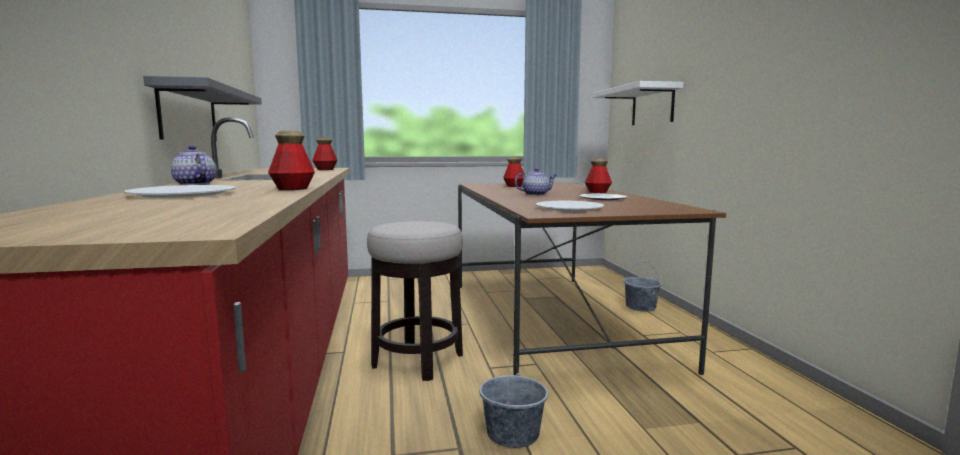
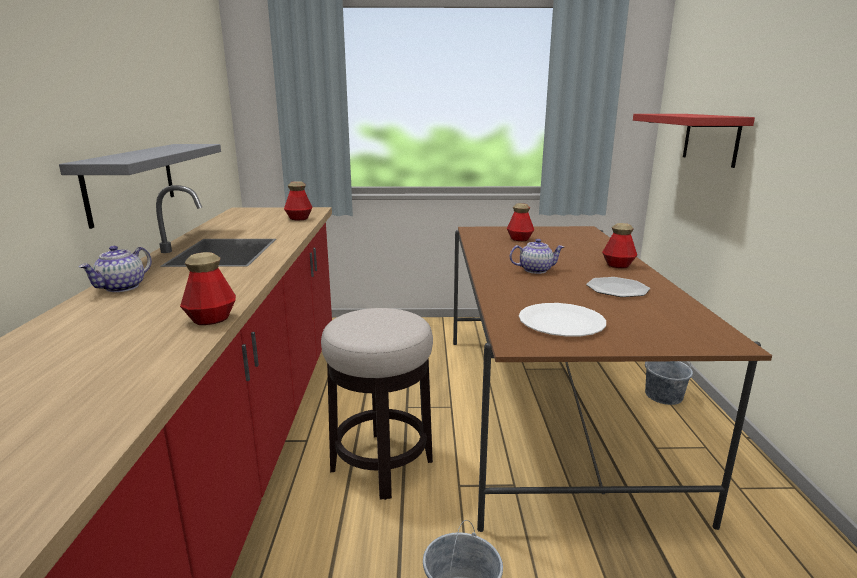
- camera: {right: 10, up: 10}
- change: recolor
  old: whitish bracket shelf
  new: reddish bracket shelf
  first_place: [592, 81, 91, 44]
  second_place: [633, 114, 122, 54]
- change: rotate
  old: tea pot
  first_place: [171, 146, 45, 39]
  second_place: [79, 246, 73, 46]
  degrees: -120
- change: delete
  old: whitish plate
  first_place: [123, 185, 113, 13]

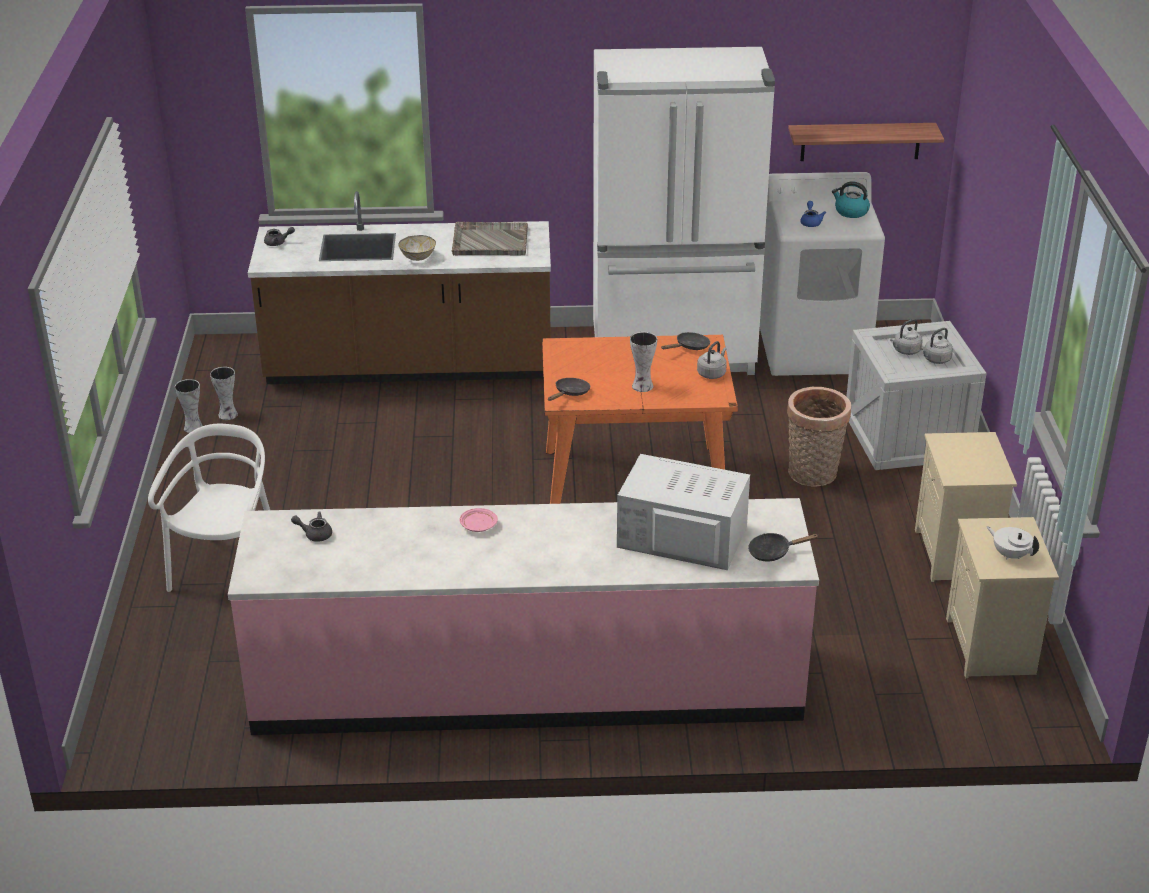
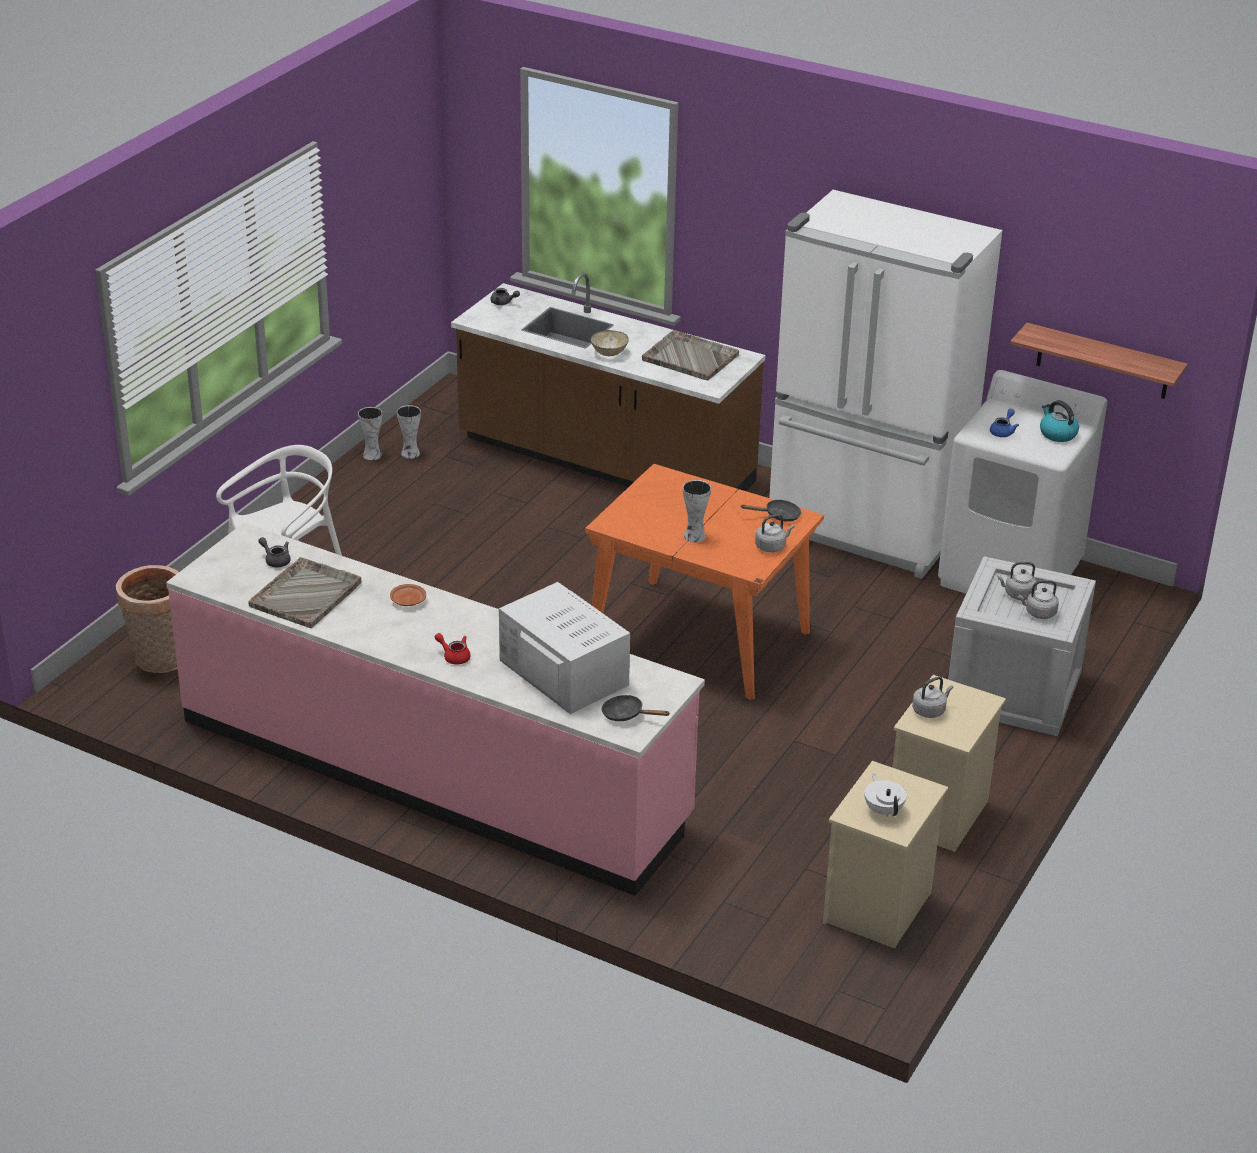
- camera: {right: 30, up: 0}
- change: delete
  old: black frying pan
  first_place: [548, 378, 42, 23]
- change: move
  old: basket
  first_place: [787, 387, 64, 100]
  second_place: [116, 565, 63, 108]
- change: recolor
  old: pink plate
  new: brown plate
  first_place: [459, 508, 39, 24]
  second_place: [390, 584, 36, 22]
- change: insert
  new: gray tray
  second_place: [248, 557, 114, 71]
- change: insert
  new: reddish tea pot
  second_place: [435, 633, 36, 32]
- change: insert
  new: gray kettle
  second_place: [912, 677, 41, 41]

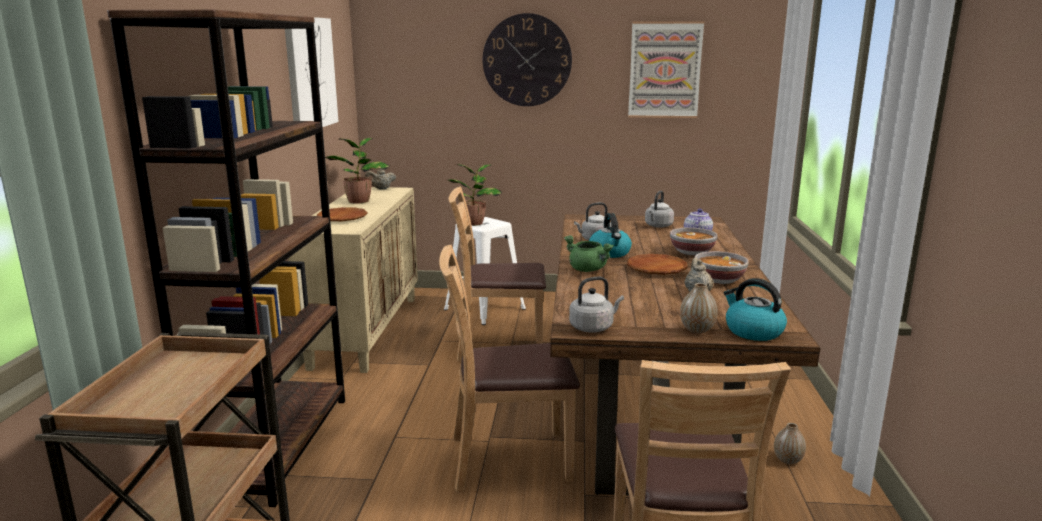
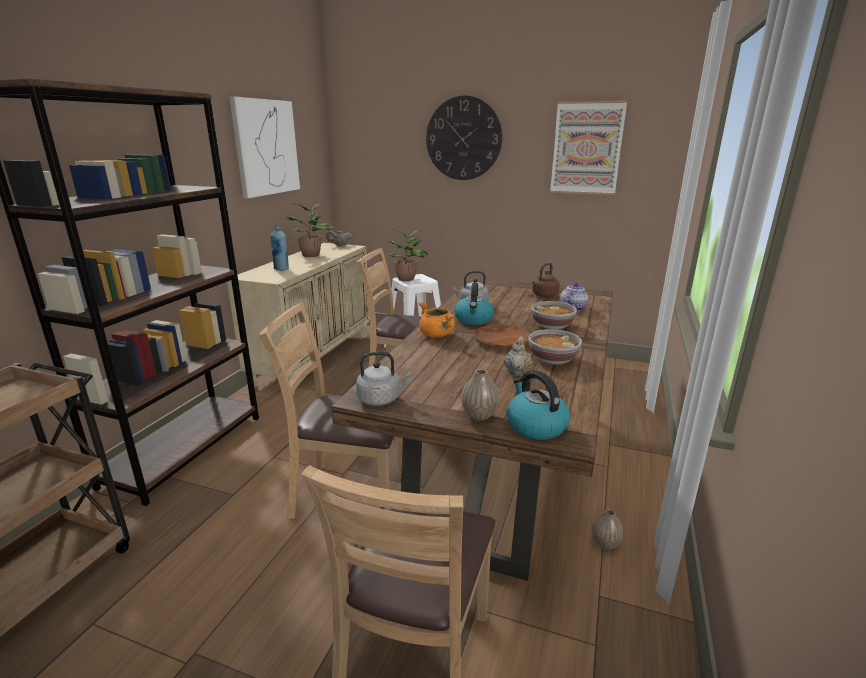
- camera: {right: 15, up: 5}
- change: recolor
  old: gray kettle
  new: brown kettle
  first_place: [645, 191, 29, 37]
  second_place: [532, 263, 28, 34]
- change: replace
  old: brown plate
  new: bluish beverage bottle
  first_place: [317, 207, 51, 14]
  second_place: [270, 225, 19, 46]
- change: recolor
  old: greenish saucepot
  new: orange-coloured saucepot
  first_place: [564, 235, 50, 37]
  second_place: [418, 302, 37, 35]

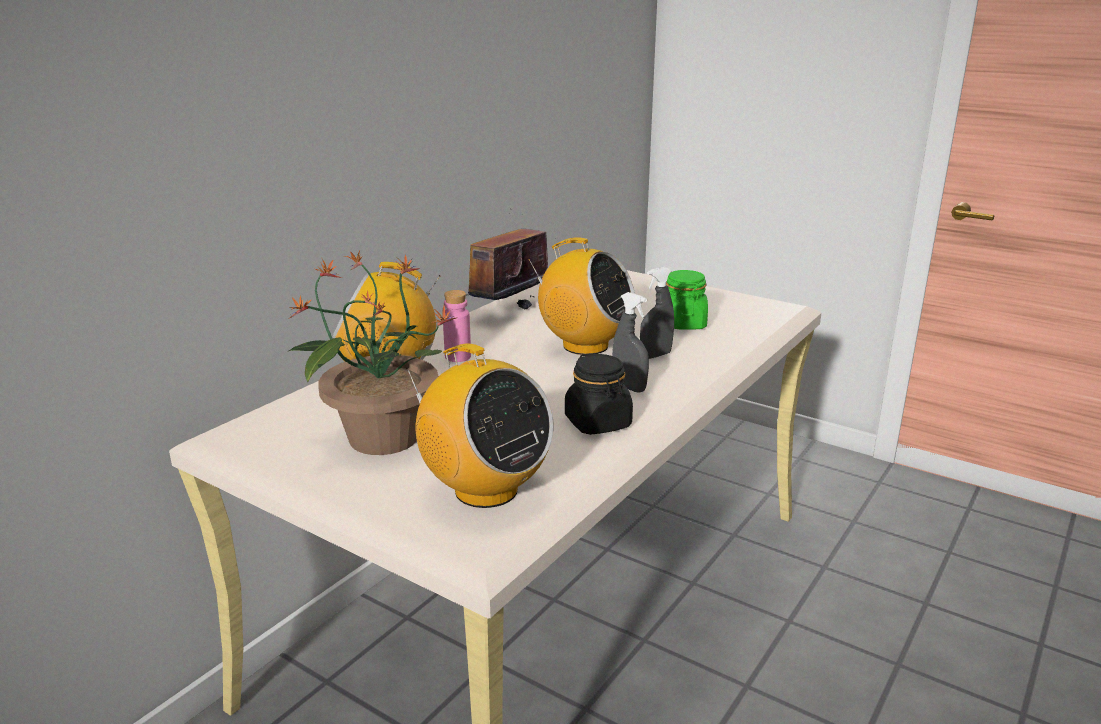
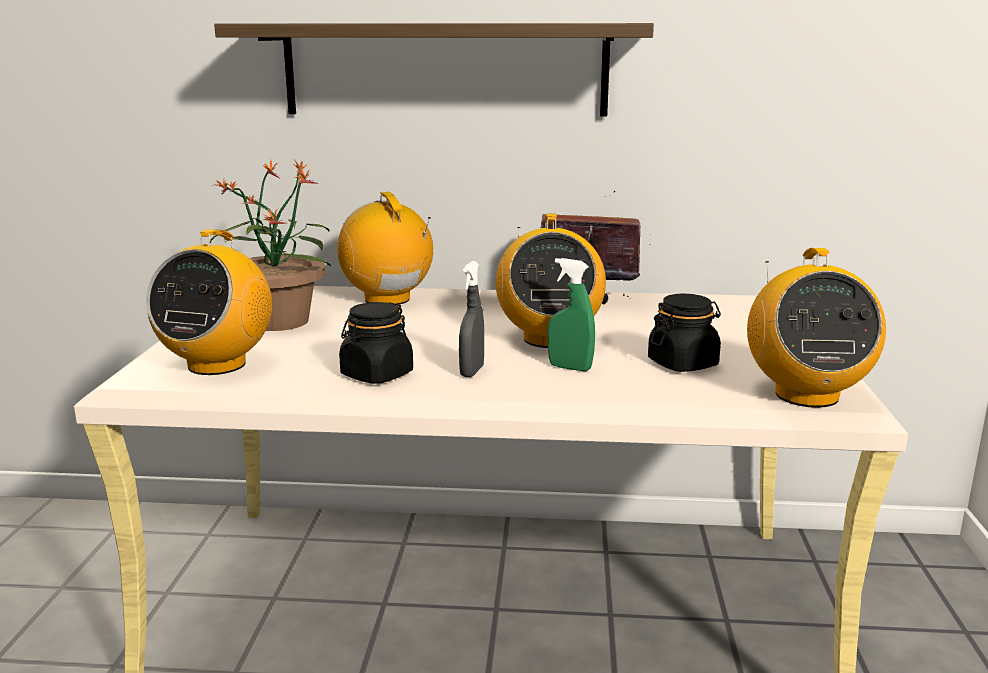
- camera: {right: 60, up: -5}
- change: recolor
  old: gray hand sprayer
  new: greenish hand sprayer
  first_place: [640, 267, 34, 92]
  second_place: [548, 258, 47, 113]
- change: recolor
  old: greenish preserve jar
  new: black preserve jar
  first_place: [666, 270, 42, 60]
  second_place: [648, 294, 73, 78]
- change: delete
  old: pink beverage bottle
  first_place: [443, 290, 28, 72]
- change: insert
  new: bracket shelf
  second_place: [214, 23, 440, 94]
- change: insert
  new: radio receiver
  second_place: [747, 248, 139, 160]

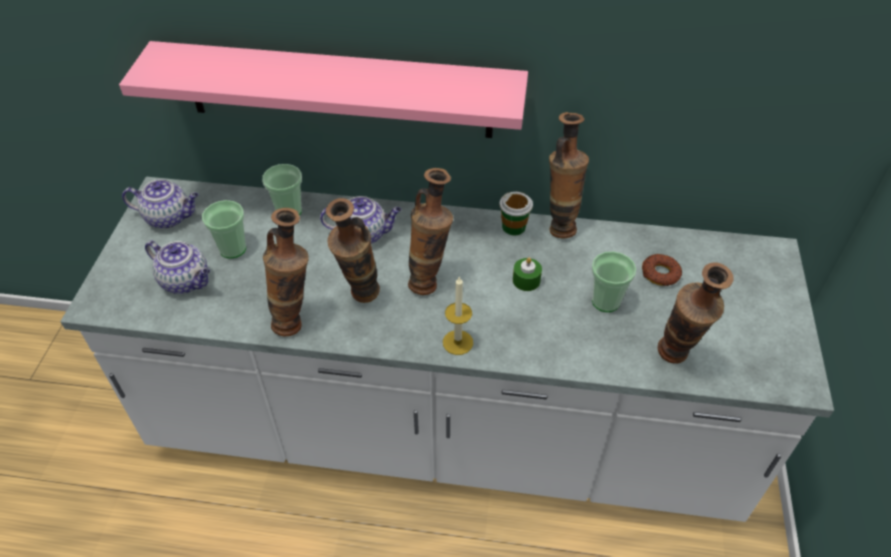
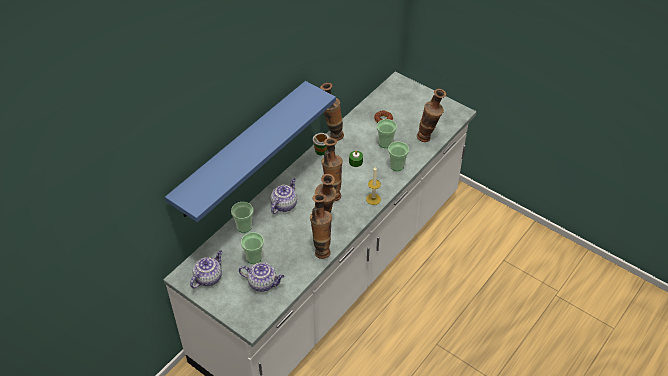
- camera: {right: -60, up: 0}
- change: recolor
  old: pink bracket shelf
  new: bluish bracket shelf
  first_place: [119, 41, 409, 97]
  second_place: [165, 81, 171, 141]
- change: rotate
  old: tea pot
  first_place: [145, 240, 65, 54]
  second_place: [239, 262, 45, 30]
  degrees: 45
- change: insert
  new: cup
  second_place: [388, 141, 21, 30]

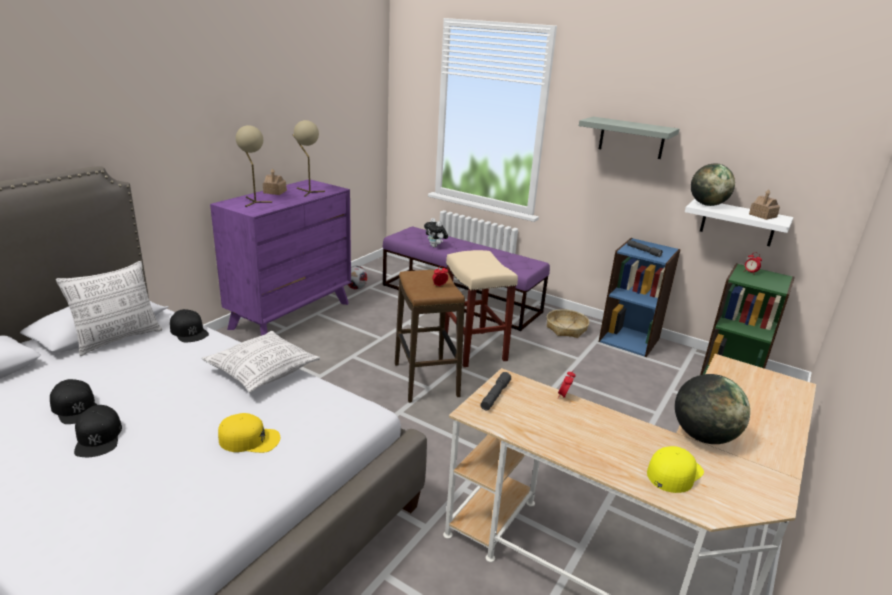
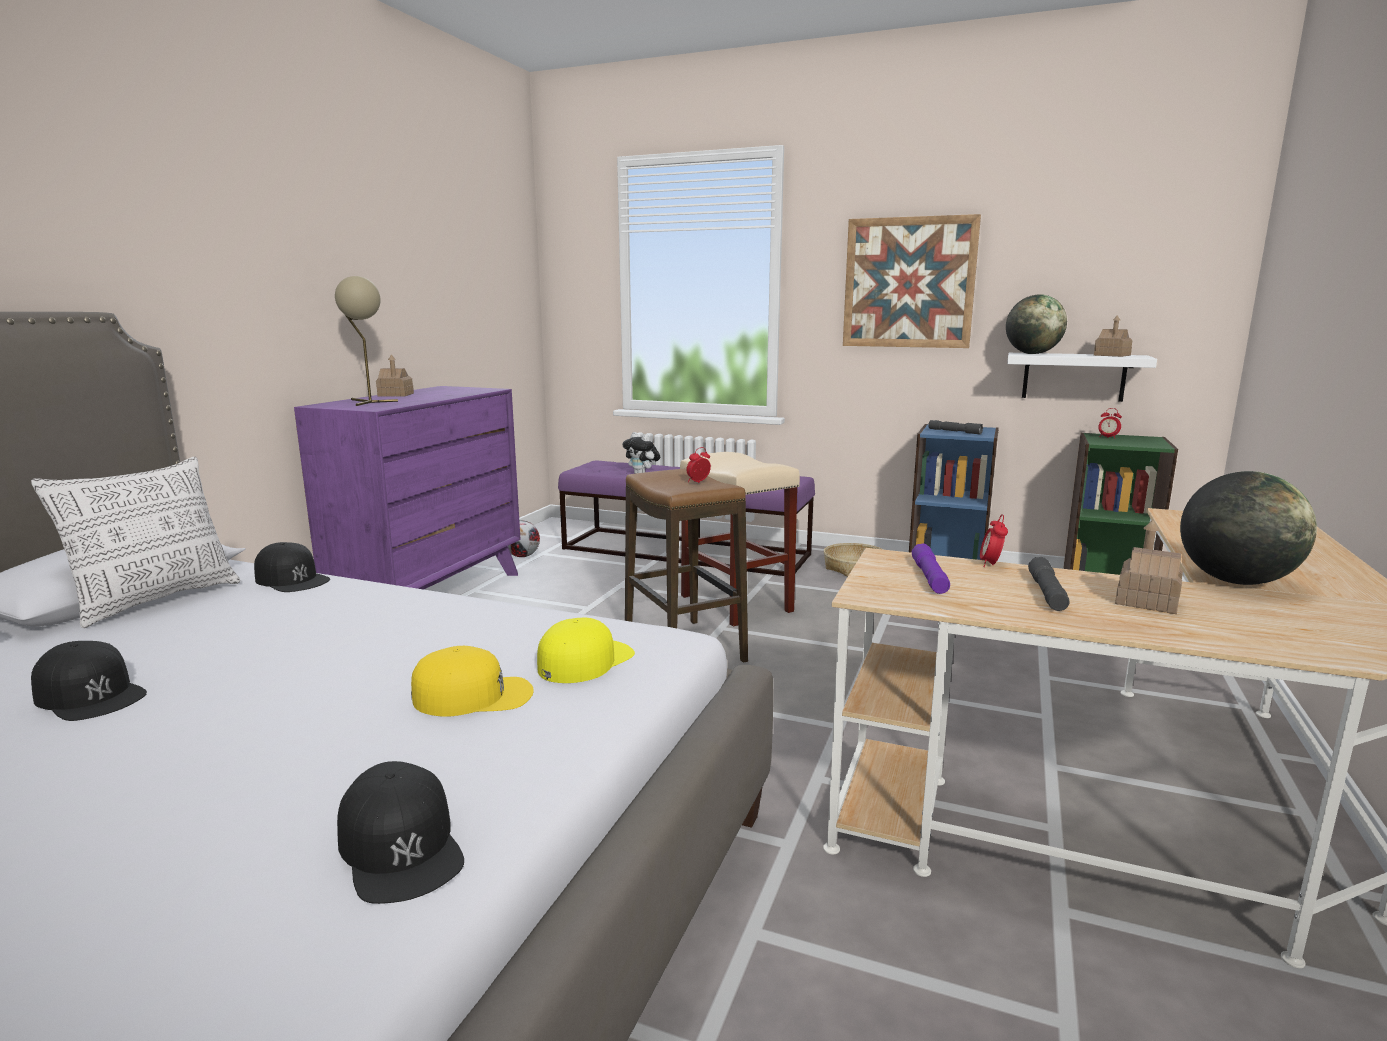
- camera: {right: -10, up: -10}
- change: replace
  old: gray bracket shelf
  new: wall art
  first_place: [579, 117, 100, 42]
  second_place: [843, 214, 138, 134]
- change: delete
  old: sand-coloured table lamp
  first_place: [293, 120, 32, 77]
- change: delete
  old: cushion
  first_place: [202, 331, 118, 62]
- change: move
  old: gray flashlight
  first_place: [481, 372, 30, 39]
  second_place: [1028, 557, 42, 54]
- change: move
  old: black peaked cap
  first_place: [74, 405, 48, 52]
  second_place: [337, 761, 127, 143]
- change: move
  old: yellowish peaked cap
  first_place: [647, 446, 57, 47]
  second_place: [537, 618, 98, 65]
- change: insert
  new: toy house
  second_place: [1115, 520, 68, 94]
- change: insert
  new: purple-coloured flashlight
  second_place: [912, 543, 38, 51]

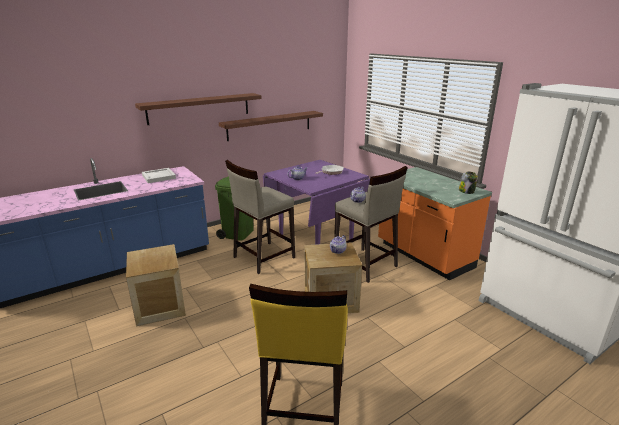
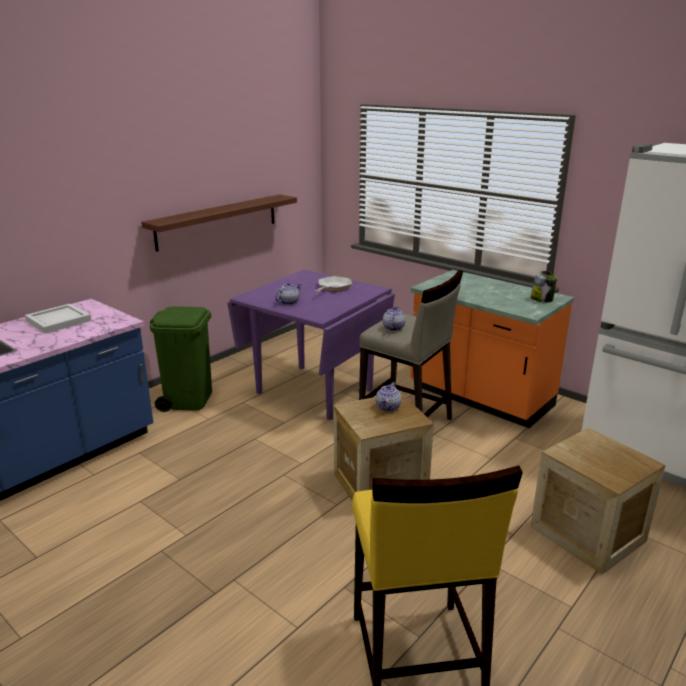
- camera: {right: -15, up: 0}
- change: delete
  old: bracket shelf
  first_place: [135, 93, 127, 32]
- change: delete
  old: sand-coloured stool seat
  first_place: [225, 160, 70, 114]
- change: move
  old: packing crate
  first_place: [126, 244, 60, 82]
  second_place: [530, 427, 136, 147]

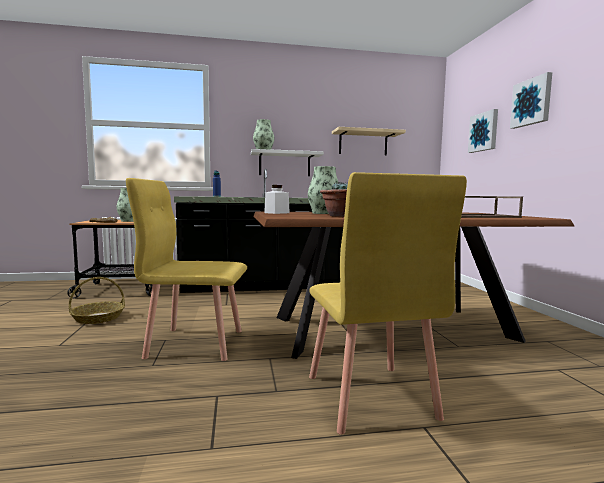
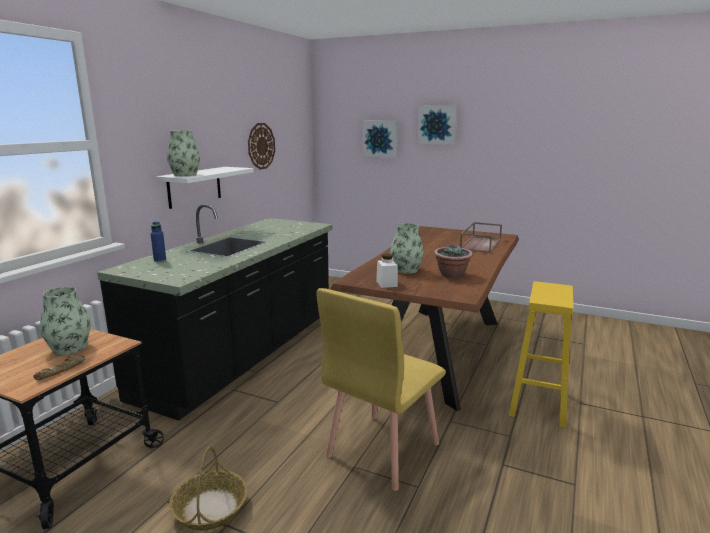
- camera: {right: -55, up: 10}
- change: replace
  old: sand-coloured bracket shelf
  new: hanging clock
  first_place: [332, 127, 74, 28]
  second_place: [248, 123, 27, 46]
- change: replace
  old: yellowish plain chair
  new: yellowish stool seat
  first_place: [309, 172, 158, 263]
  second_place: [509, 281, 65, 147]

